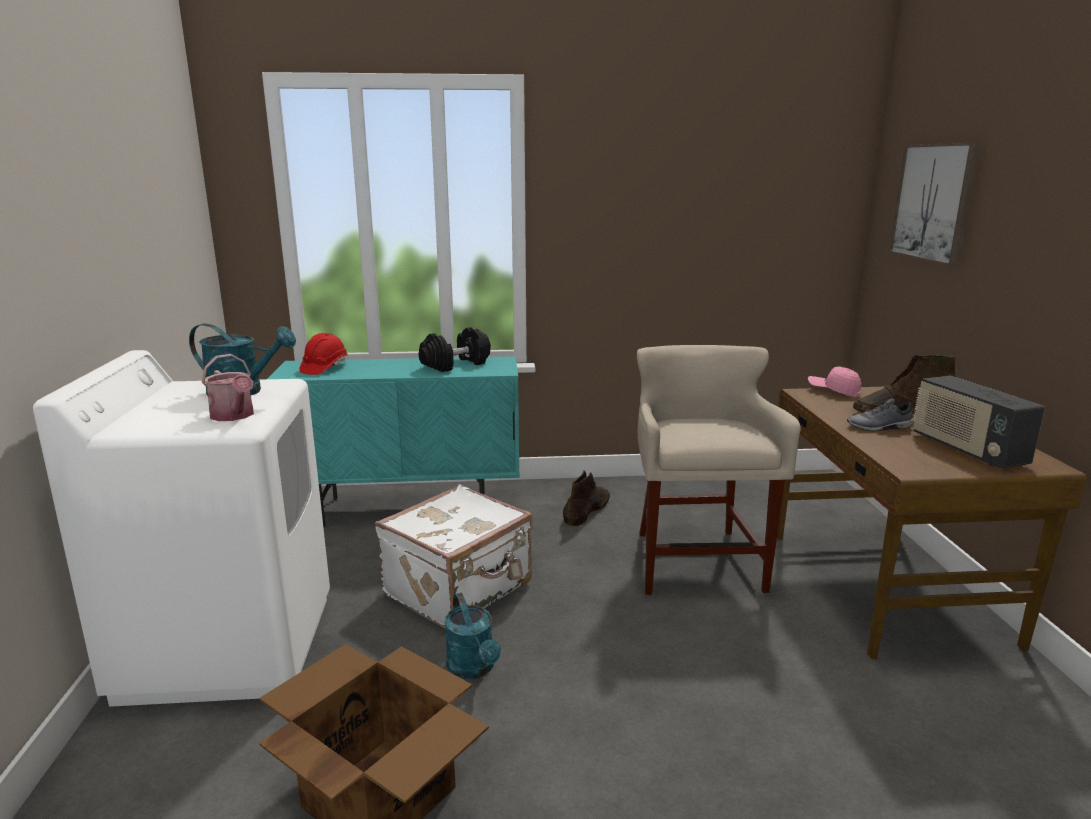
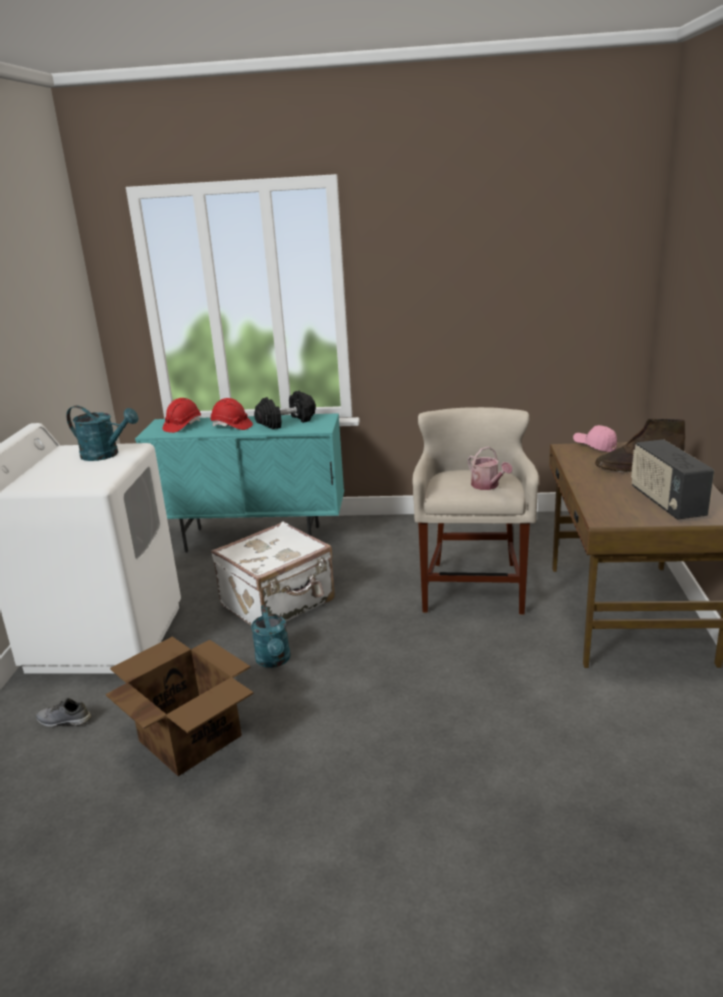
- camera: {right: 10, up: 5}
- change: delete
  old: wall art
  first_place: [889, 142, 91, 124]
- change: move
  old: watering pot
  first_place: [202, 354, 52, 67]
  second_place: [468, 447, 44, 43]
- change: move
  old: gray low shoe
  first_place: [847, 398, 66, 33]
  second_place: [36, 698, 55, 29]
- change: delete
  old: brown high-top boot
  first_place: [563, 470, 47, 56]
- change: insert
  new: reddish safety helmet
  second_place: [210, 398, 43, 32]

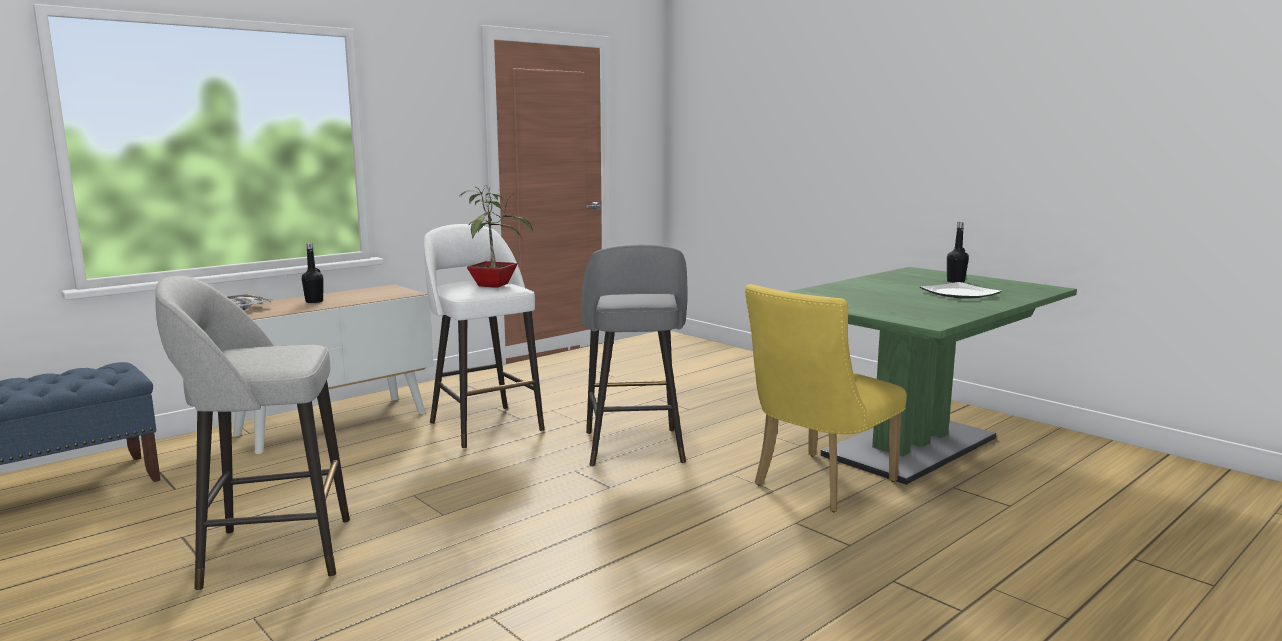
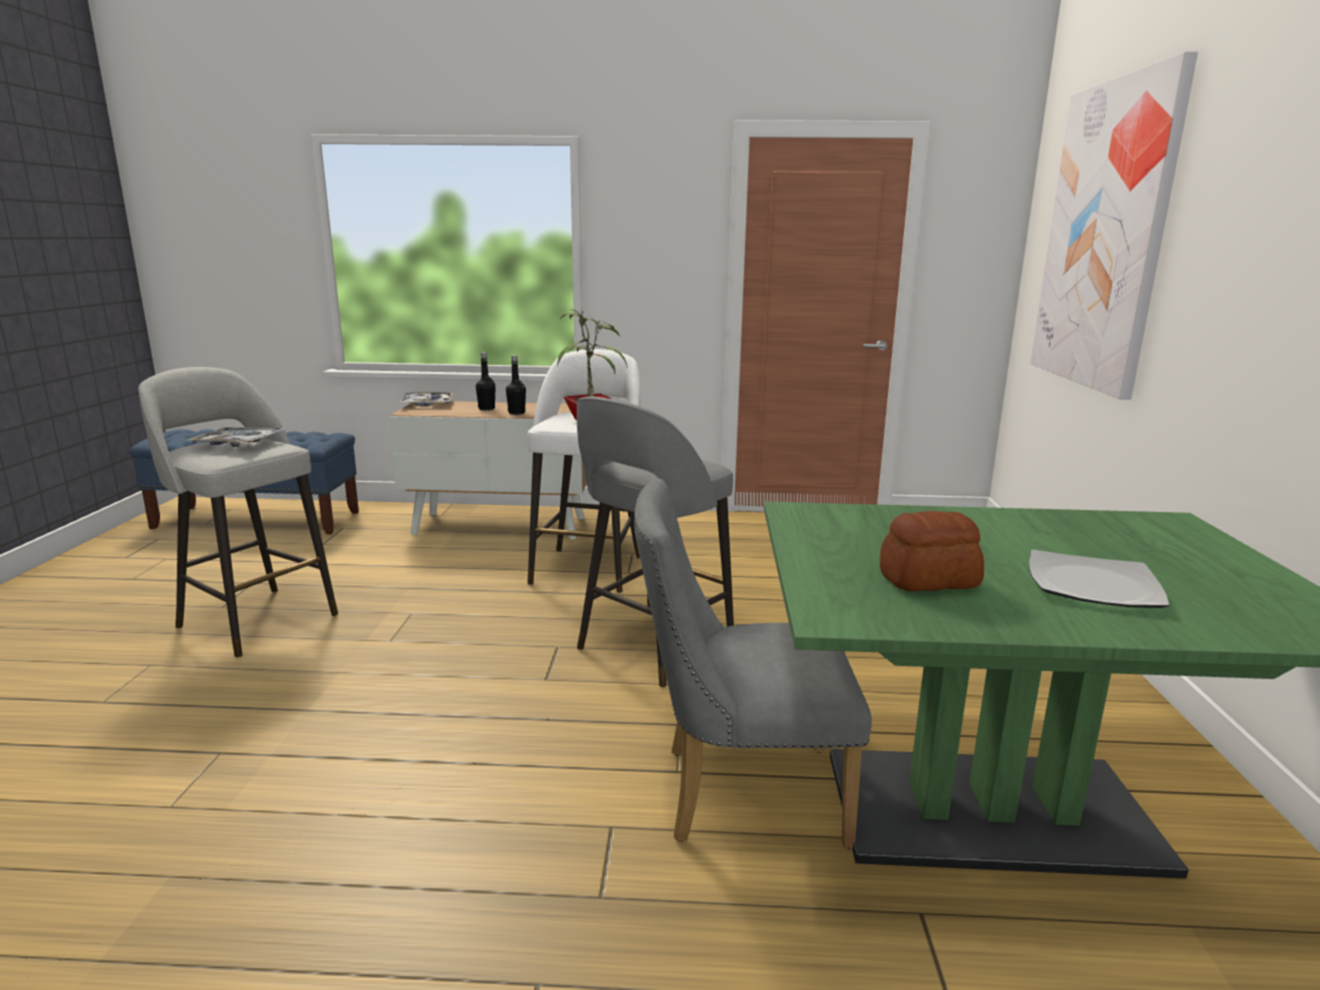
- camera: {right: 45, up: 5}
- change: move
  old: black beverage bottle
  first_place: [947, 222, 22, 61]
  second_place: [506, 355, 20, 60]
- change: recolor
  old: yellowish plain chair
  new: gray plain chair
  first_place: [745, 284, 162, 228]
  second_place: [634, 479, 238, 370]
- change: insert
  new: wall art
  second_place: [1030, 51, 168, 349]
- change: insert
  new: tray
  second_place: [188, 427, 97, 20]
- change: insert
  new: bread
  second_place: [880, 511, 104, 81]

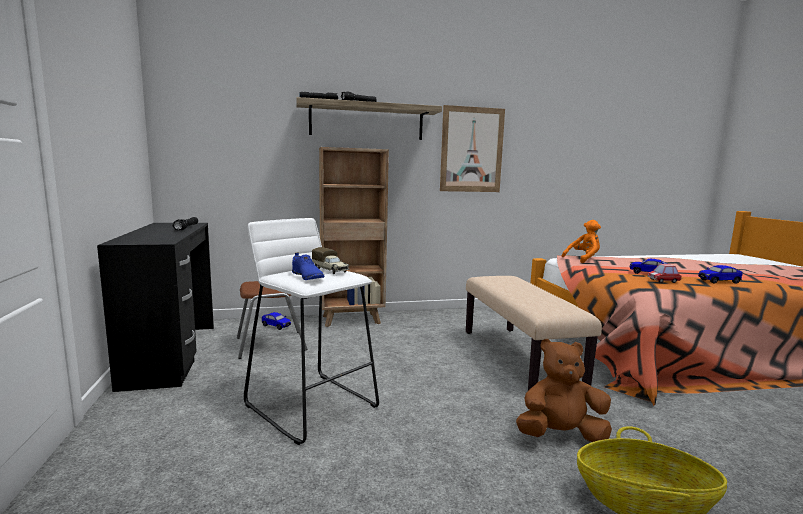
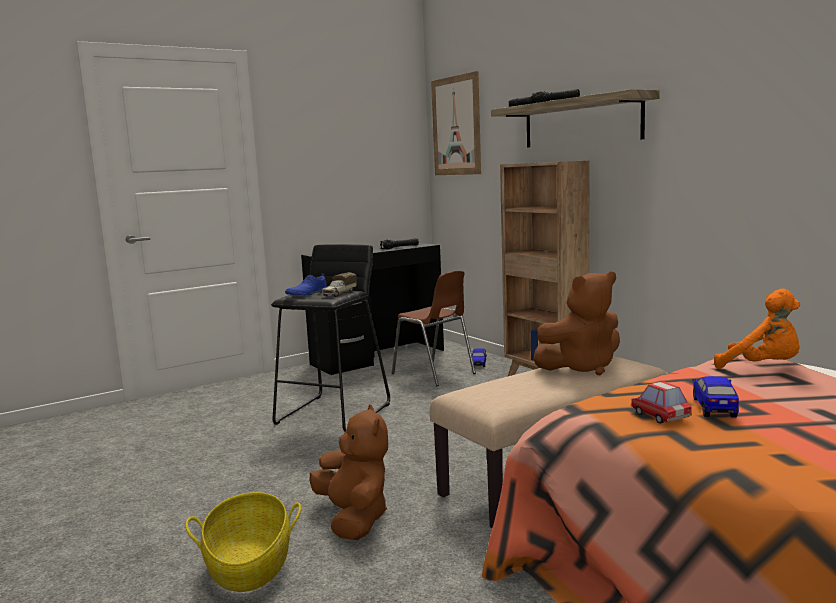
- camera: {right: 70, up: 0}
- change: move
  old: wall art
  first_place: [440, 105, 65, 87]
  second_place: [431, 71, 50, 104]
- change: recolor
  old: whitish stool seat
  new: black stool seat
  first_place: [244, 218, 135, 227]
  second_place: [271, 244, 119, 188]
- change: delete
  old: miniature car
  first_place: [698, 265, 45, 19]
- change: insert
  new: brown plush toy
  second_place: [533, 272, 87, 103]

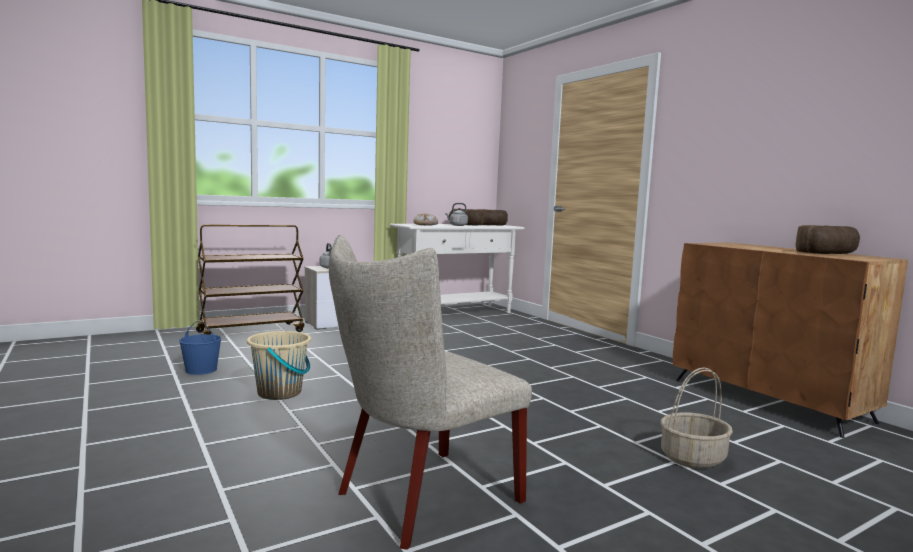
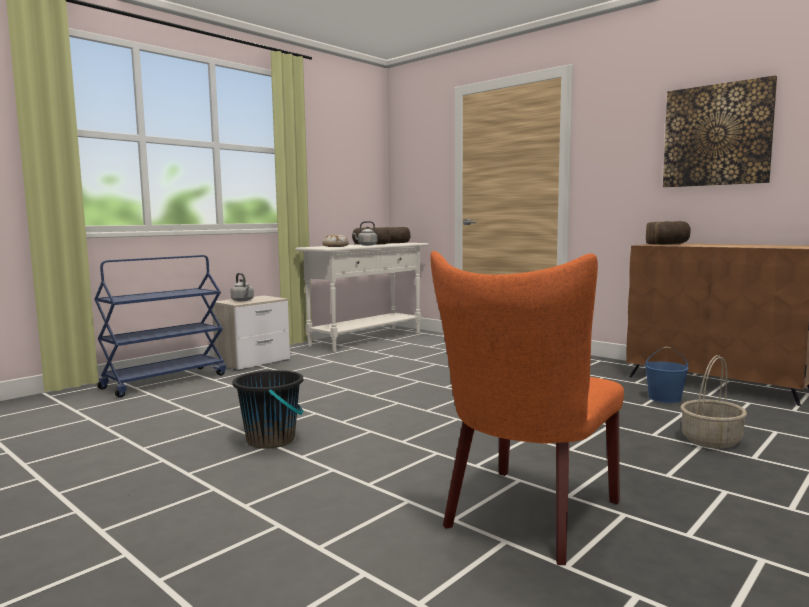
- camera: {right: -15, up: 0}
- change: recolor
  old: brown wheeled cart
  new: bluish wheeled cart
  first_place: [196, 225, 108, 110]
  second_place: [94, 255, 132, 143]
- change: move
  old: bread
  first_place: [796, 225, 64, 29]
  second_place: [646, 221, 45, 24]
- change: recolor
  old: sand-coloured plain chair
  new: orange-coloured plain chair
  first_place: [329, 235, 203, 315]
  second_place: [430, 251, 194, 314]
- change: move
  old: bluish pail
  first_place: [179, 320, 43, 55]
  second_place: [645, 347, 44, 56]
- change: recolor
  old: sand-coloured pail
  new: black pail
  first_place: [247, 331, 64, 69]
  second_place: [232, 370, 72, 79]
- change: insert
  new: wall art
  second_place: [663, 75, 114, 112]

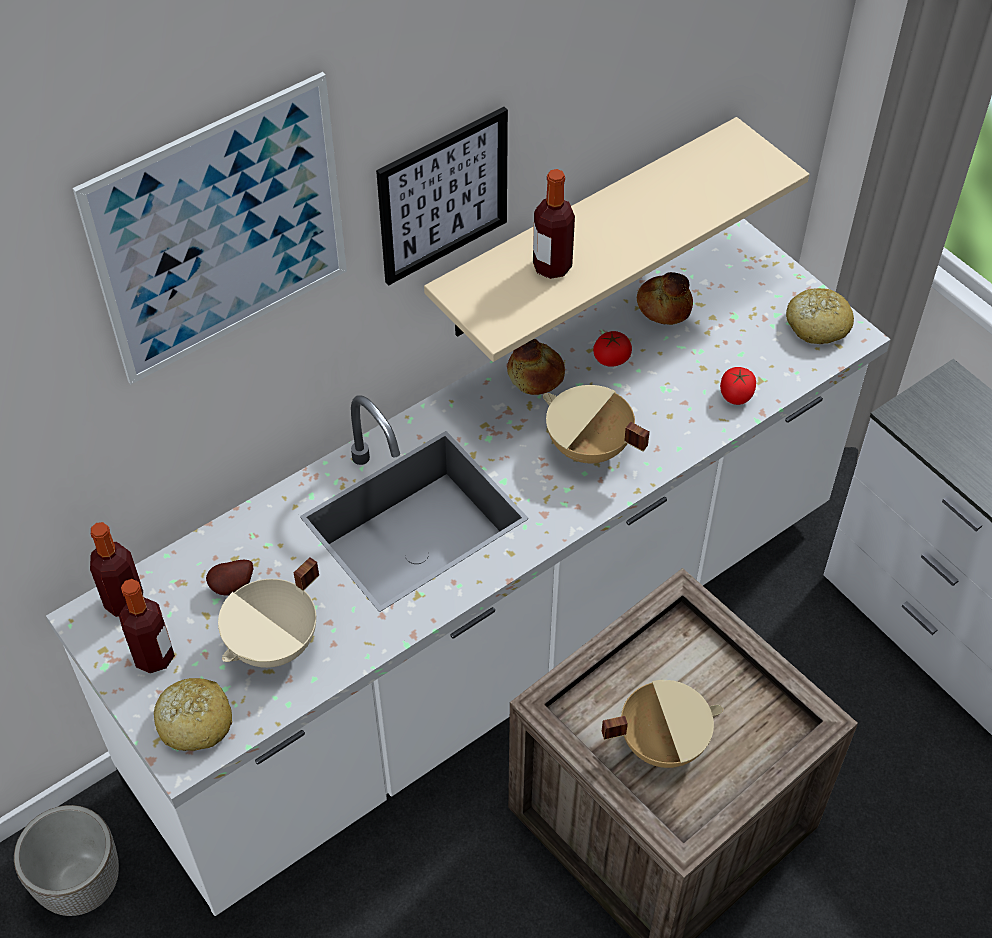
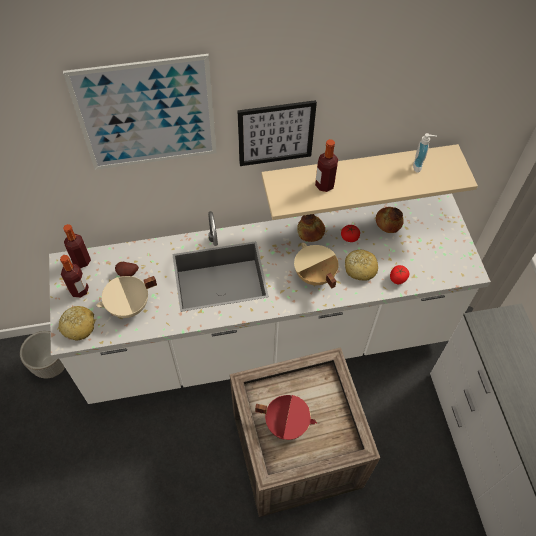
- camera: {right: 25, up: 5}
- change: move
  old: bread
  first_place: [786, 288, 68, 56]
  second_place: [345, 250, 33, 31]
- change: recolor
  old: sand-coloured saucepot
  new: reddish saucepot
  first_place: [602, 680, 121, 88]
  second_place: [255, 395, 62, 45]
- change: insert
  new: soap bottle
  second_place: [413, 133, 24, 40]

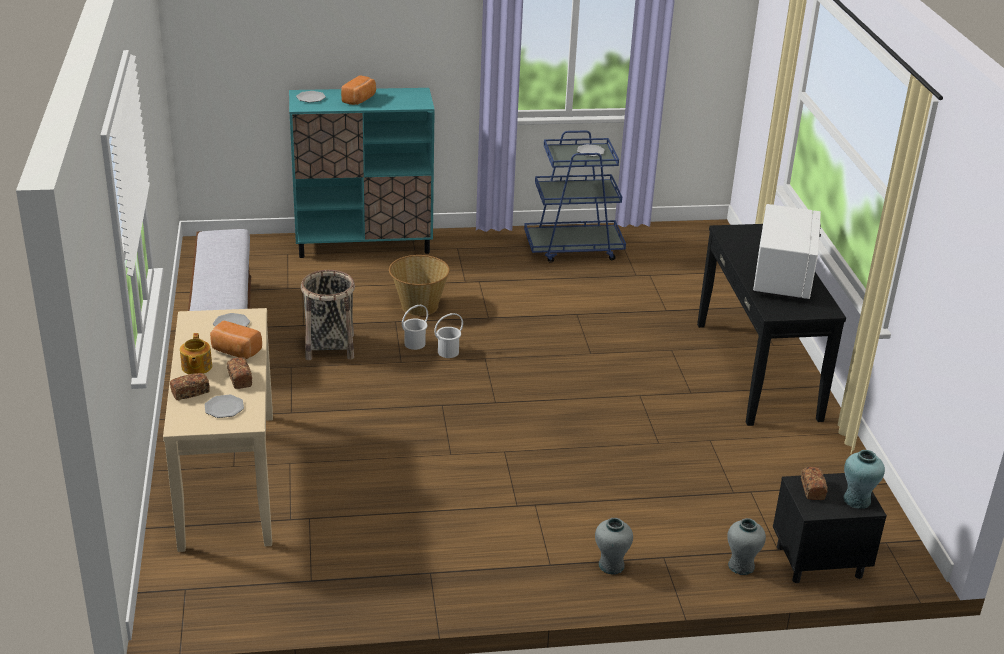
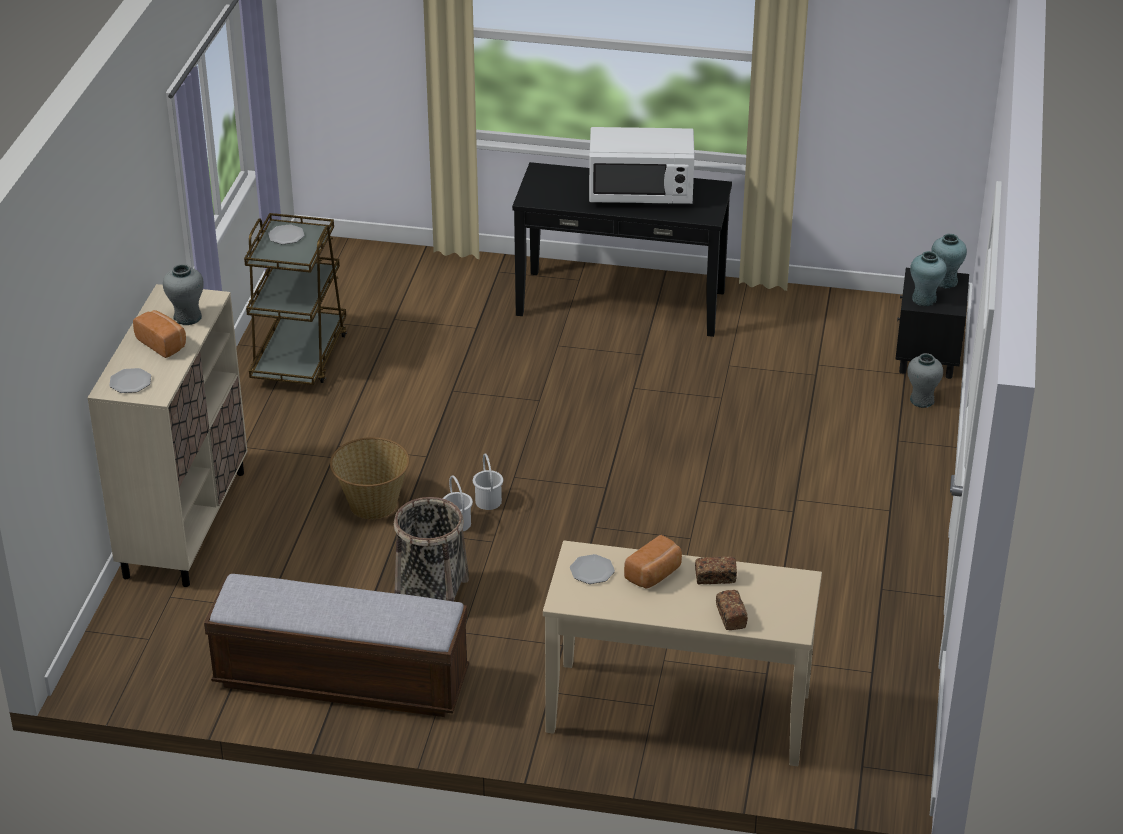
- camera: {right: -70, up: 5}
- change: recolor
  old: blue-green cabinet
  new: sand-coloured cabinet
  first_place: [289, 88, 146, 170]
  second_place: [88, 284, 160, 303]
- change: recolor
  old: bluish wheeled cart
  new: brown wheeled cart
  first_place: [524, 131, 102, 132]
  second_place: [244, 213, 103, 172]
- change: rotate
  old: whitish microwave oven
  first_place: [753, 204, 68, 95]
  second_place: [589, 127, 105, 77]
  degrees: 150
- change: delete
  old: tea pot
  first_place: [180, 333, 32, 41]
- change: delete
  old: plate
  first_place: [205, 395, 39, 23]
- change: replace
  old: bread
  new: blue-green decorative vase
  first_place: [801, 467, 27, 33]
  second_place: [910, 251, 37, 55]
- change: move
  old: gray decorative vase
  first_place: [595, 518, 38, 57]
  second_place: [163, 264, 41, 61]

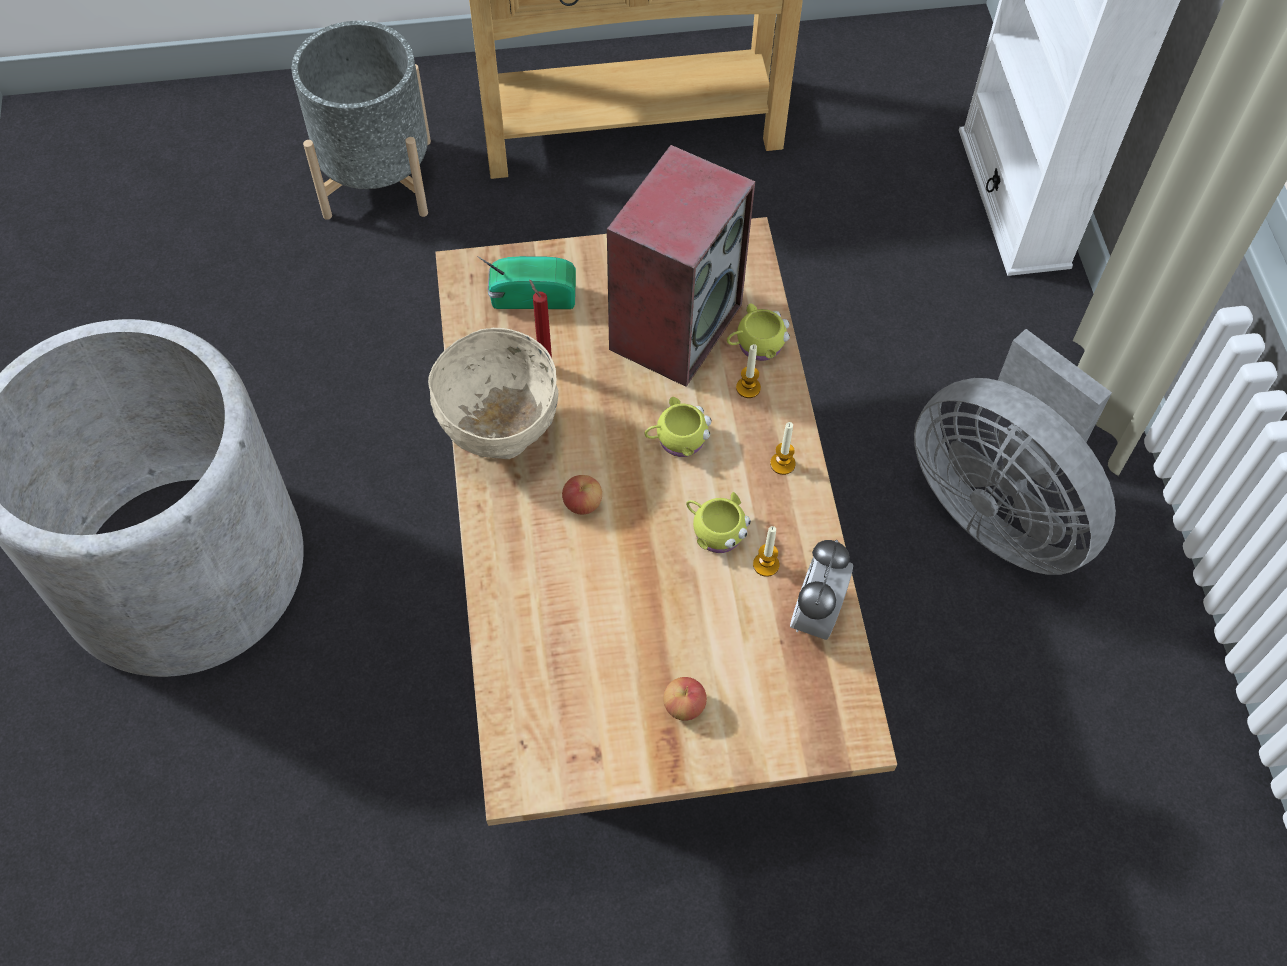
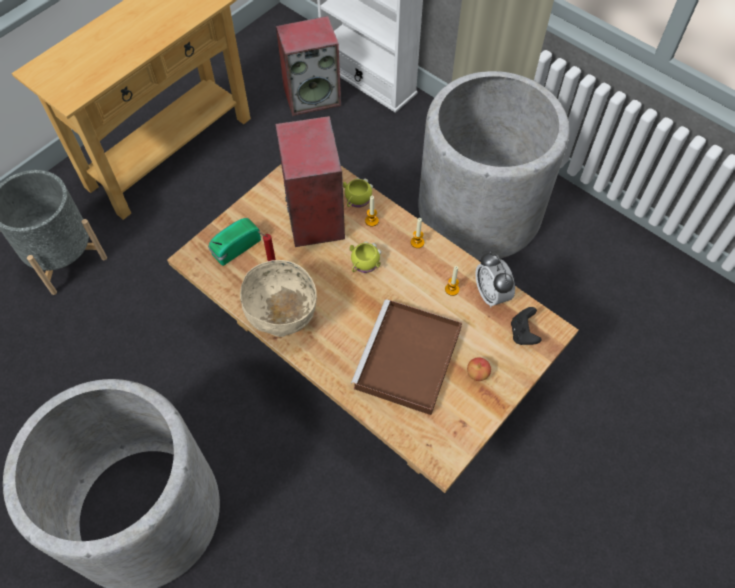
- camera: {right: -40, up: 0}
- change: replace
  old: gray fan
  new: gray flower pot
  first_place: [914, 329, 202, 246]
  second_place: [418, 71, 152, 189]
- change: delete
  old: apple fruit
  first_place: [562, 475, 40, 40]
- change: delete
  old: yellowish mug
  first_place: [686, 492, 65, 61]
- change: insert
  new: speaker
  second_place: [276, 16, 65, 100]
- change: insert
  new: brown tray
  second_place: [351, 299, 111, 116]
- change: insert
  new: black joypad
  second_place: [511, 307, 31, 38]

